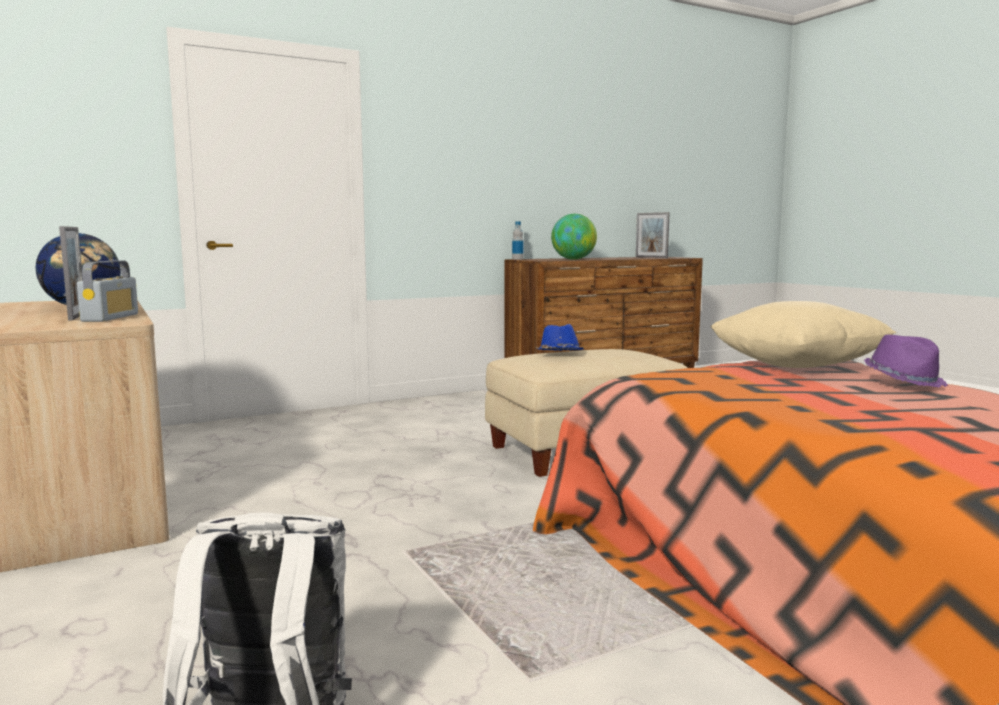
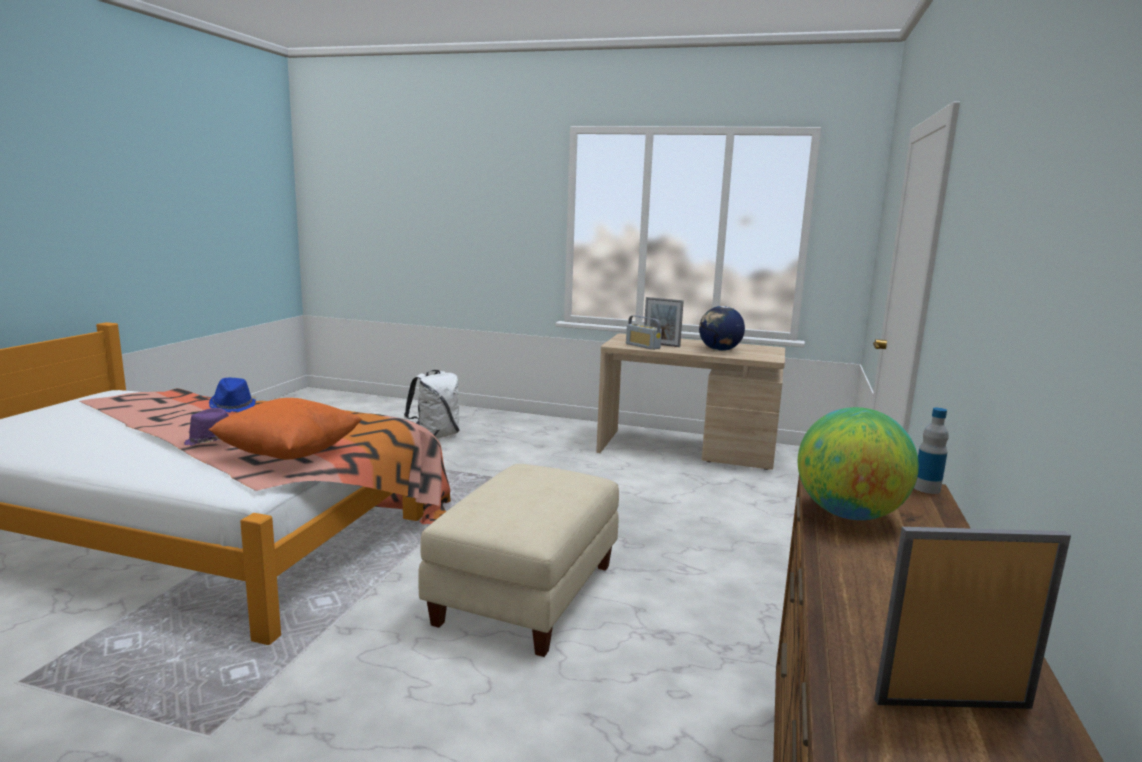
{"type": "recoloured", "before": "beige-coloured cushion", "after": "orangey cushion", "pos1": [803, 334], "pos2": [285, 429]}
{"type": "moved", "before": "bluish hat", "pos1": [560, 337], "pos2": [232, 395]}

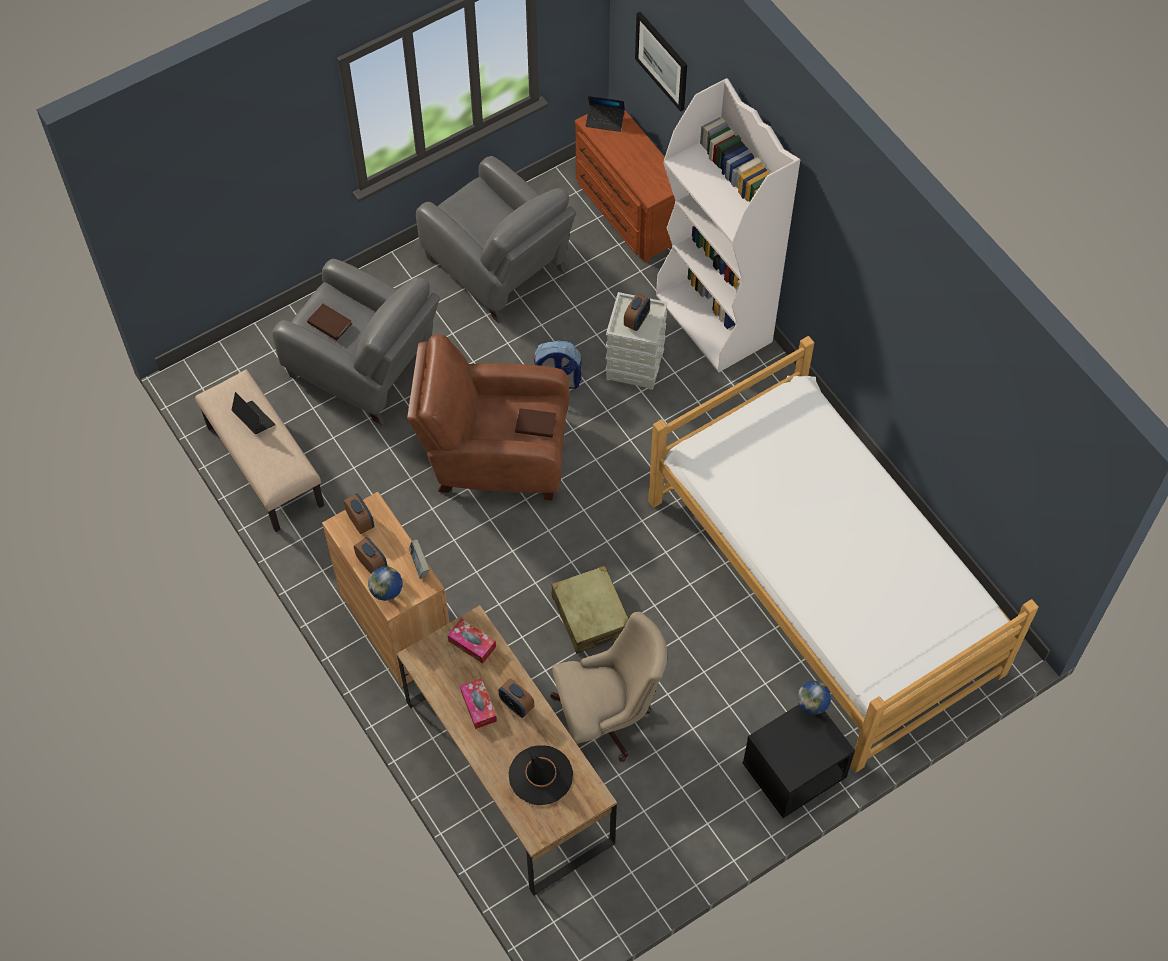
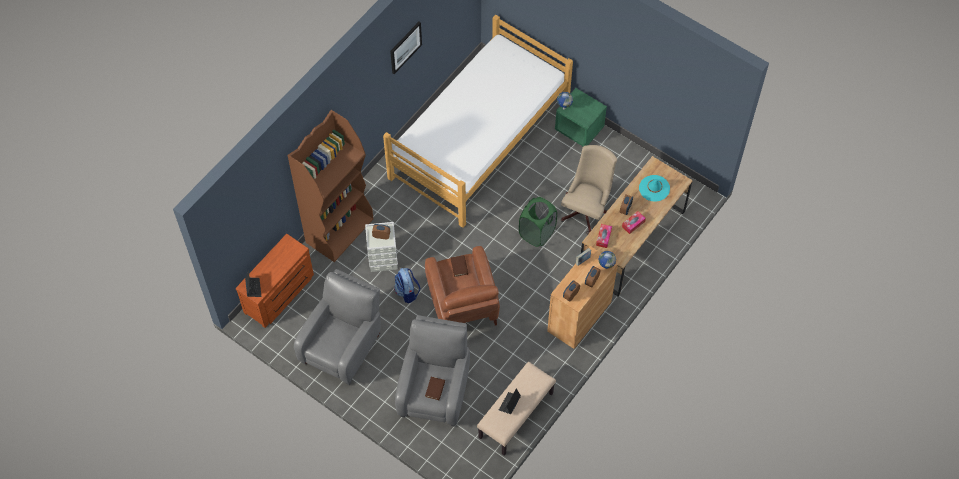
{"type": "recoloured", "before": "white shelving unit", "after": "brown-coloured shelving unit", "pos1": [728, 225], "pos2": [330, 186]}
{"type": "moved", "before": "picture", "pos1": [661, 62], "pos2": [406, 48]}
{"type": "replaced", "before": "beige-coloured travel case", "after": "green-coloured hamper", "pos1": [590, 609], "pos2": [538, 222]}
{"type": "recoloured", "before": "black night table", "after": "green-coloured night table", "pos1": [799, 761], "pos2": [581, 117]}
{"type": "turned", "before": "beige-coloured desk chair", "pos1": [608, 687], "pos2": [589, 190], "turn": 60}
{"type": "recoloured", "before": "black hat", "after": "turquoise hat", "pos1": [541, 775], "pos2": [654, 188]}

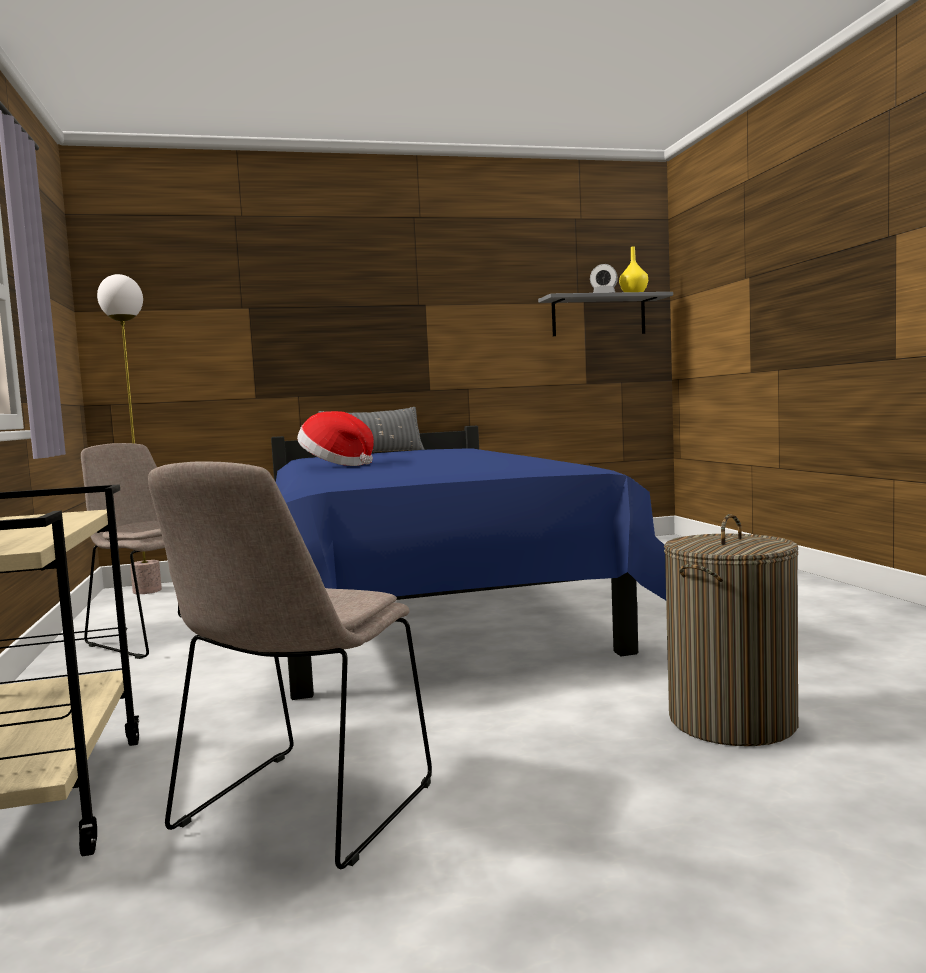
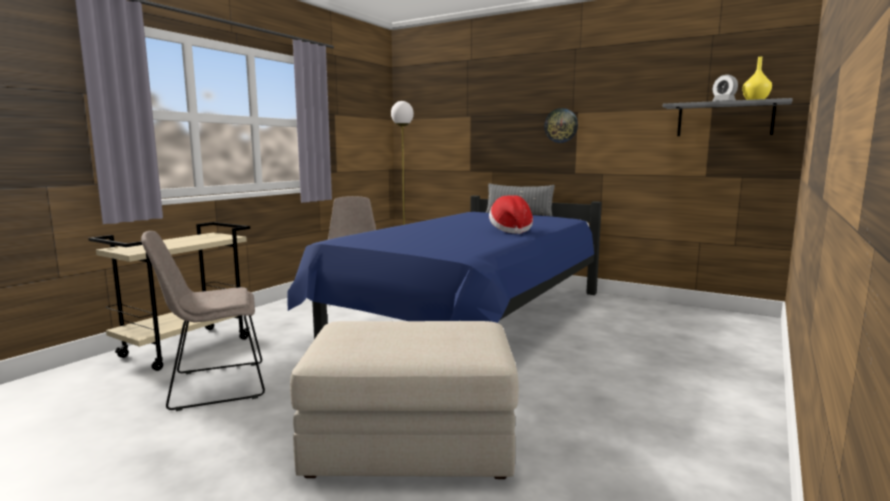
{"type": "replaced", "before": "hamper", "after": "beige-coloured ottoman", "pos1": [731, 630], "pos2": [404, 400]}
{"type": "moved", "before": "hat", "pos1": [335, 438], "pos2": [511, 214]}
{"type": "added", "after": "hanging clock", "pos2": [561, 125]}

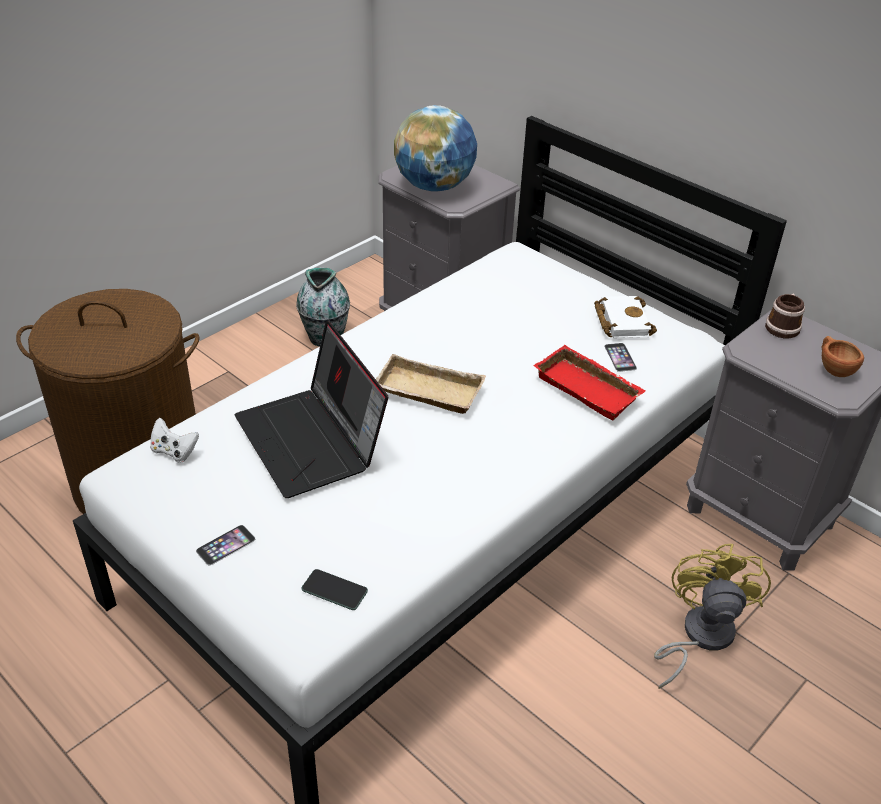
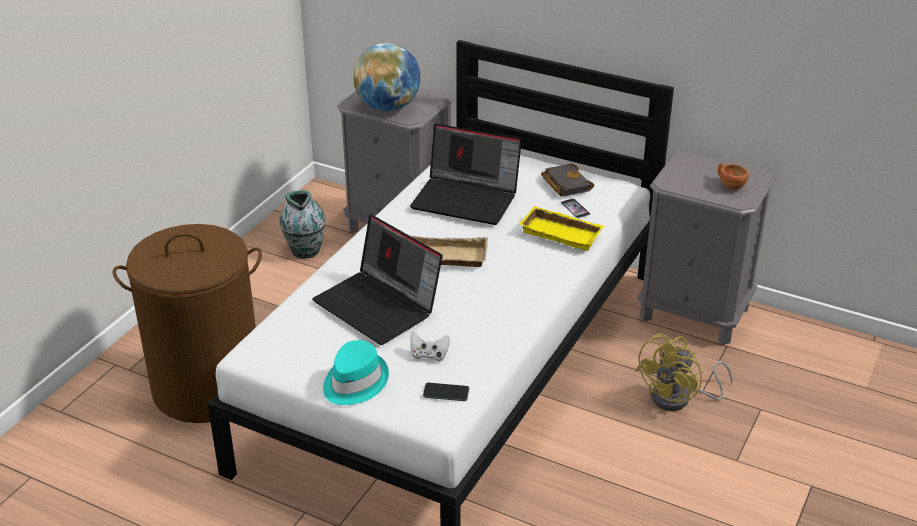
{"type": "replaced", "before": "handset", "after": "turquoise hat", "pos1": [225, 545], "pos2": [356, 372]}
{"type": "added", "after": "laptop", "pos2": [466, 174]}
{"type": "moved", "before": "white joypad", "pos1": [174, 440], "pos2": [430, 346]}
{"type": "recoloured", "before": "reddish tray", "after": "yellow tray", "pos1": [589, 382], "pos2": [562, 228]}
{"type": "recoloured", "before": "white volume", "after": "black volume", "pos1": [625, 317], "pos2": [567, 180]}
{"type": "turned", "before": "yellow fan", "pos1": [712, 616], "pos2": [684, 372], "turn": -135}
{"type": "removed", "before": "tea mug", "pos1": [785, 316]}

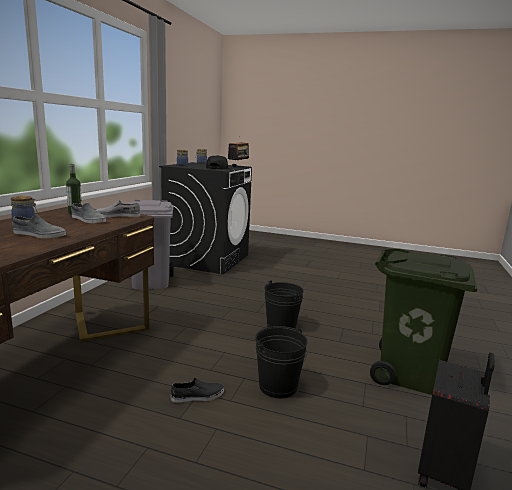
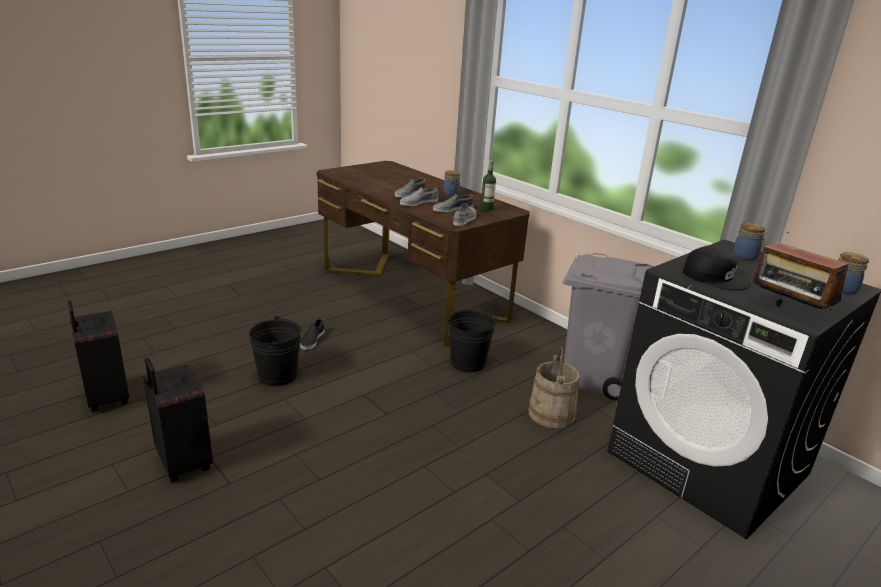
{"type": "replaced", "before": "green-coloured waste bin", "after": "black travel case", "pos1": [423, 322], "pos2": [178, 419]}
{"type": "added", "after": "greyish item of footwear", "pos2": [419, 196]}
{"type": "moved", "before": "black water bucket", "pos1": [284, 305], "pos2": [471, 341]}
{"type": "added", "after": "beige-coloured water bucket", "pos2": [554, 387]}

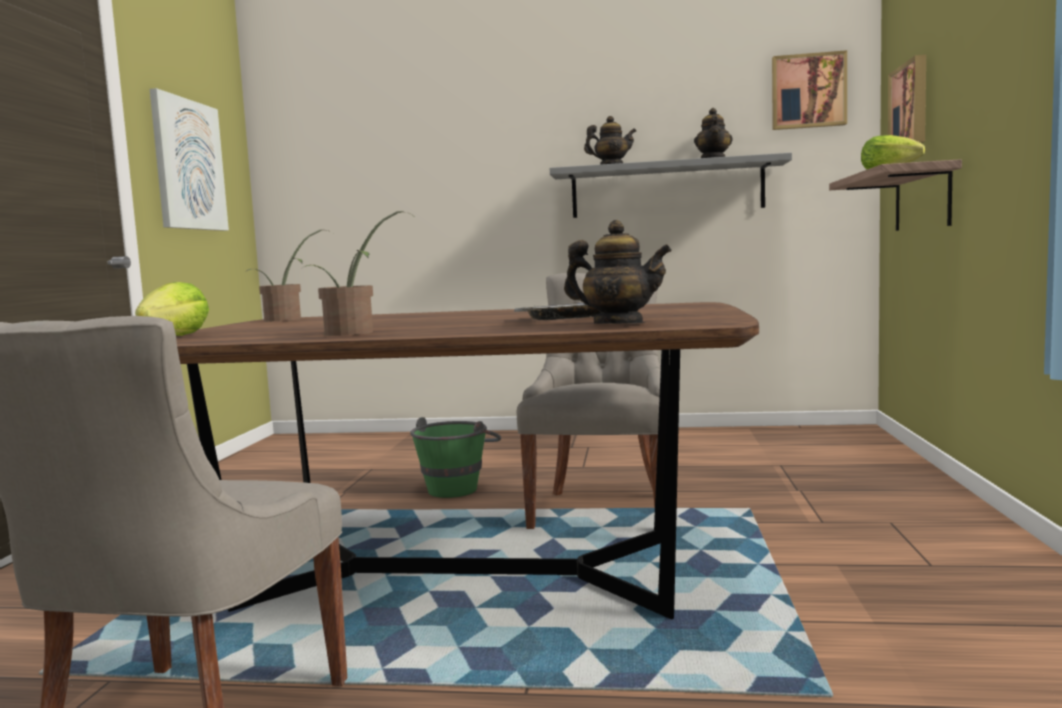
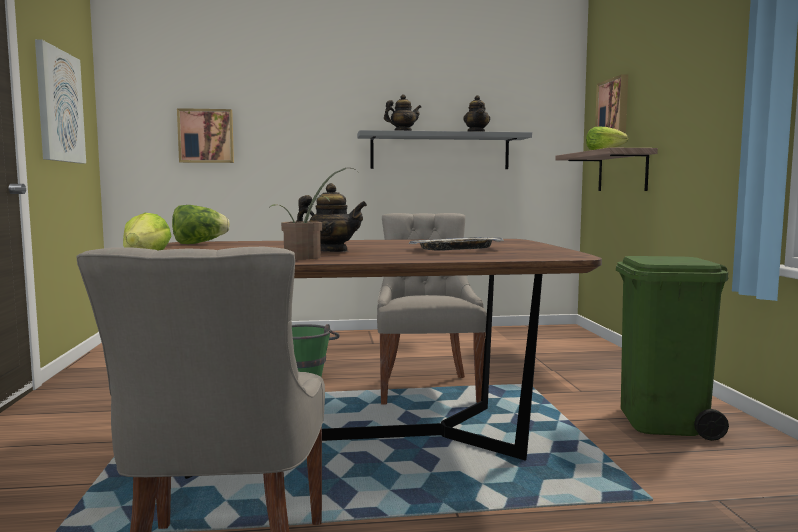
{"type": "replaced", "before": "potted plant", "after": "head of lettuce", "pos1": [287, 275], "pos2": [201, 224]}
{"type": "moved", "before": "picture", "pos1": [809, 90], "pos2": [205, 135]}
{"type": "moved", "before": "pot for tea", "pos1": [618, 272], "pos2": [331, 217]}
{"type": "added", "after": "green-coloured waste bin", "pos2": [672, 348]}

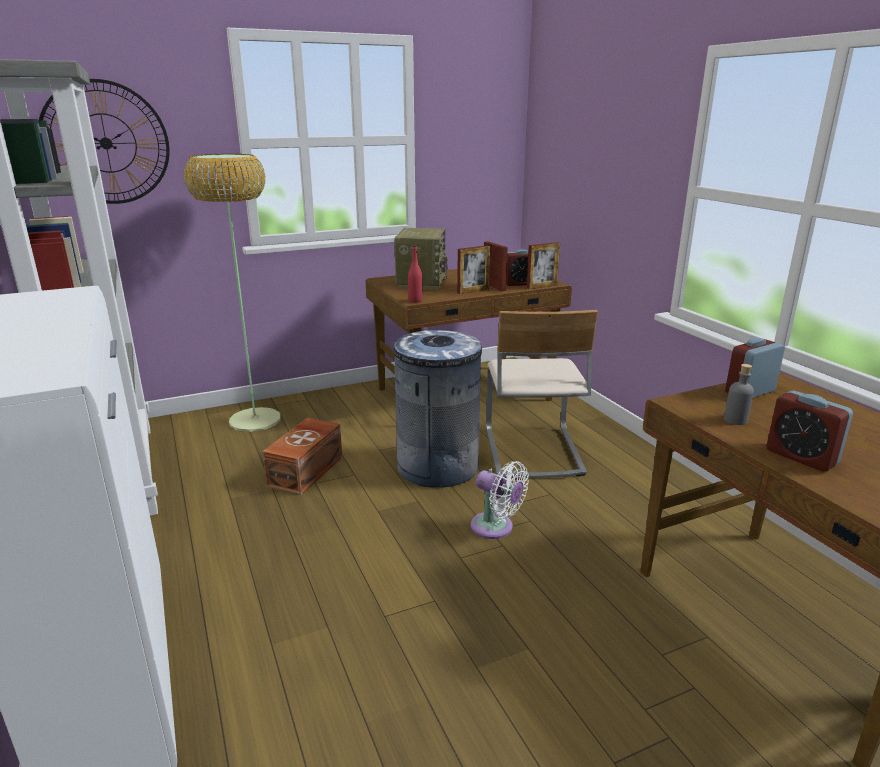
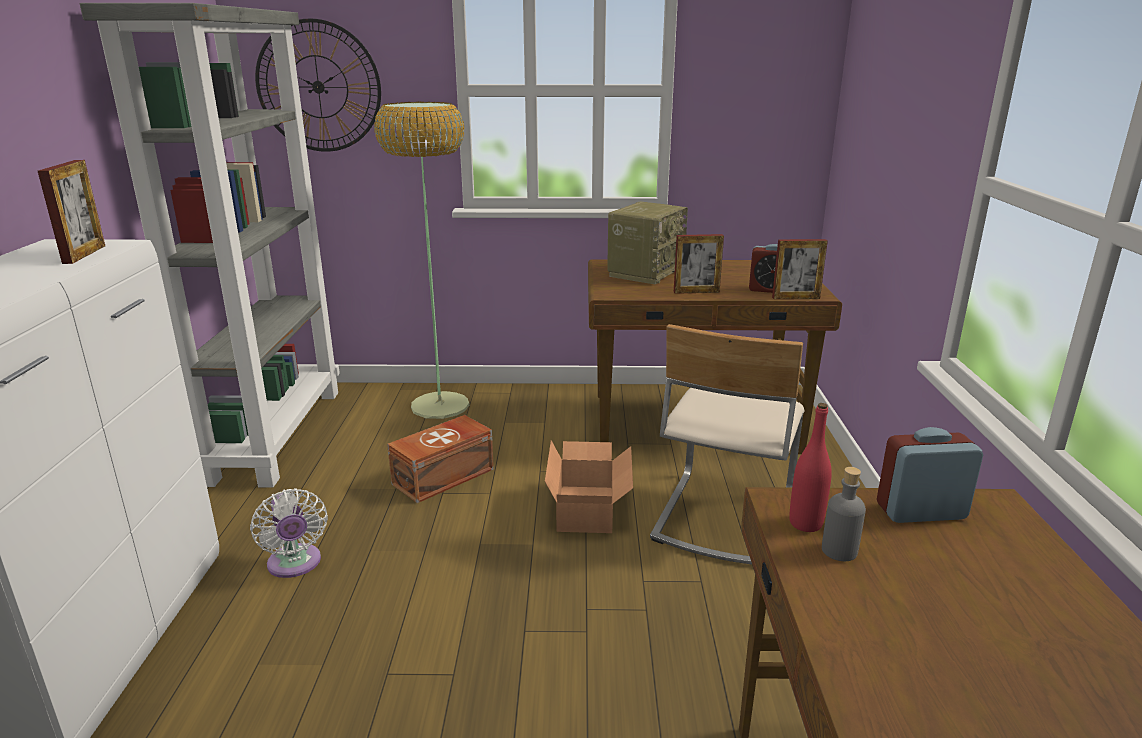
{"type": "moved", "before": "standing frame", "pos1": [496, 266], "pos2": [71, 212]}
{"type": "moved", "before": "white fan", "pos1": [499, 500], "pos2": [289, 533]}
{"type": "replaced", "before": "greyish waste bin", "after": "cardboard box", "pos1": [437, 409], "pos2": [589, 486]}
{"type": "moved", "before": "reddish beverage bottle", "pos1": [415, 273], "pos2": [810, 467]}
{"type": "removed", "before": "table clock", "pos1": [809, 431]}

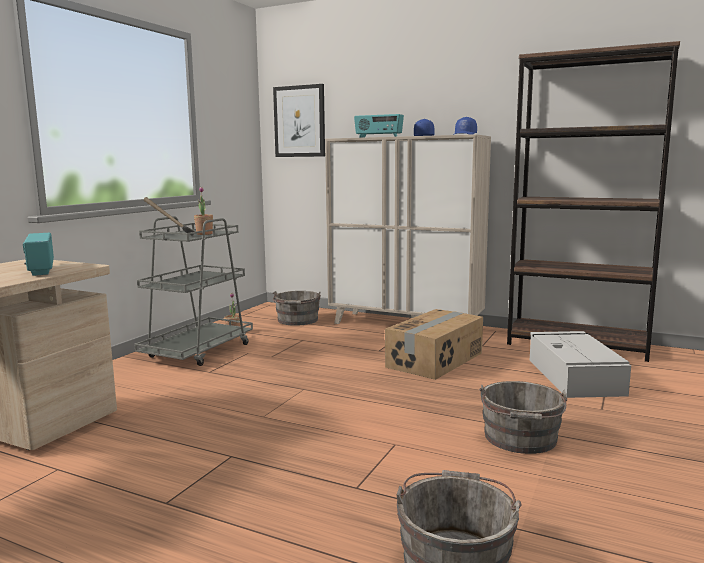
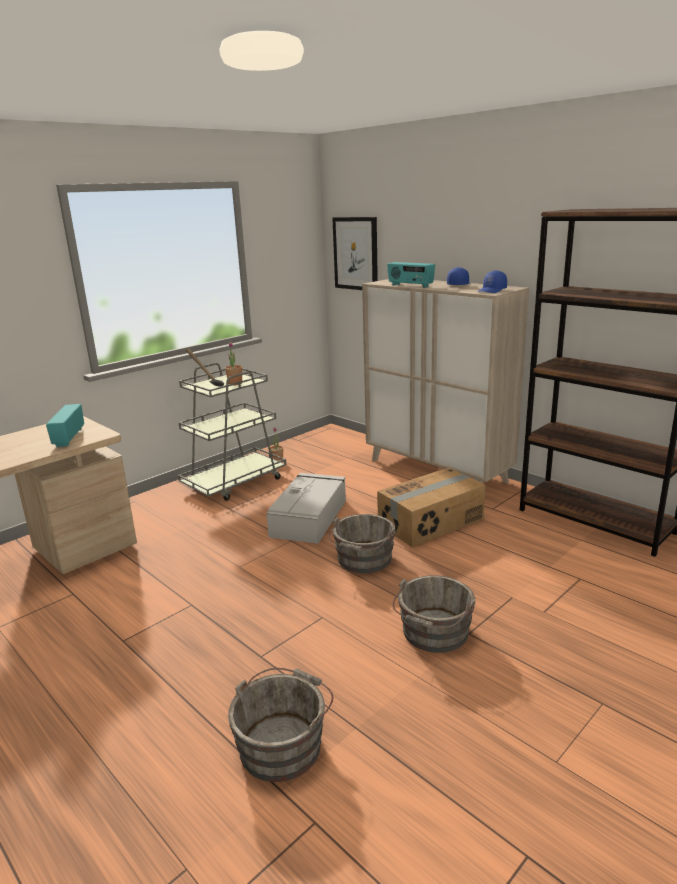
{"type": "moved", "before": "greyish storage box", "pos1": [580, 364], "pos2": [306, 508]}
{"type": "moved", "before": "greyish water bucket", "pos1": [297, 308], "pos2": [362, 543]}

